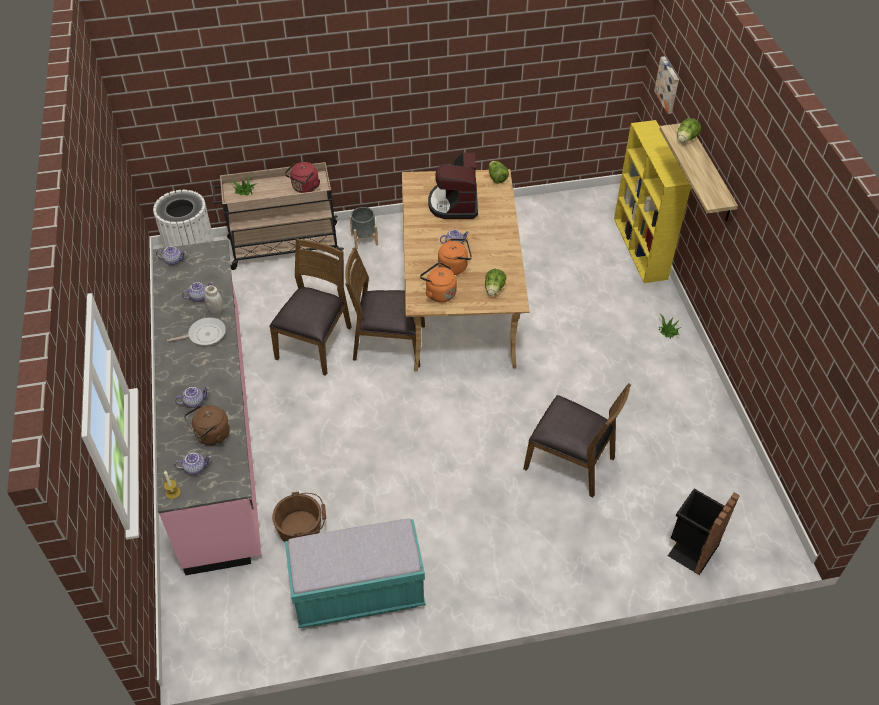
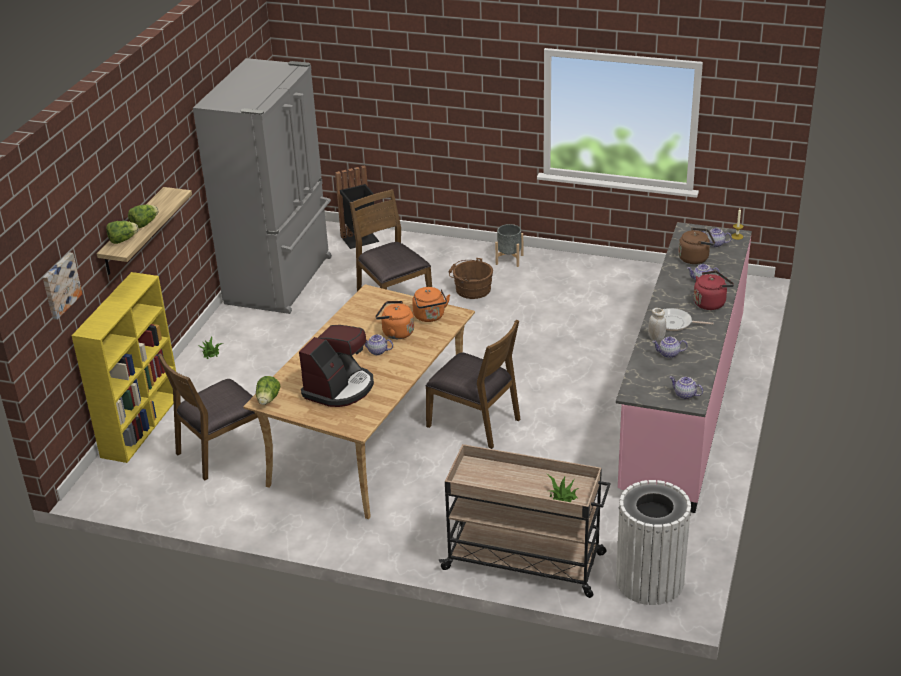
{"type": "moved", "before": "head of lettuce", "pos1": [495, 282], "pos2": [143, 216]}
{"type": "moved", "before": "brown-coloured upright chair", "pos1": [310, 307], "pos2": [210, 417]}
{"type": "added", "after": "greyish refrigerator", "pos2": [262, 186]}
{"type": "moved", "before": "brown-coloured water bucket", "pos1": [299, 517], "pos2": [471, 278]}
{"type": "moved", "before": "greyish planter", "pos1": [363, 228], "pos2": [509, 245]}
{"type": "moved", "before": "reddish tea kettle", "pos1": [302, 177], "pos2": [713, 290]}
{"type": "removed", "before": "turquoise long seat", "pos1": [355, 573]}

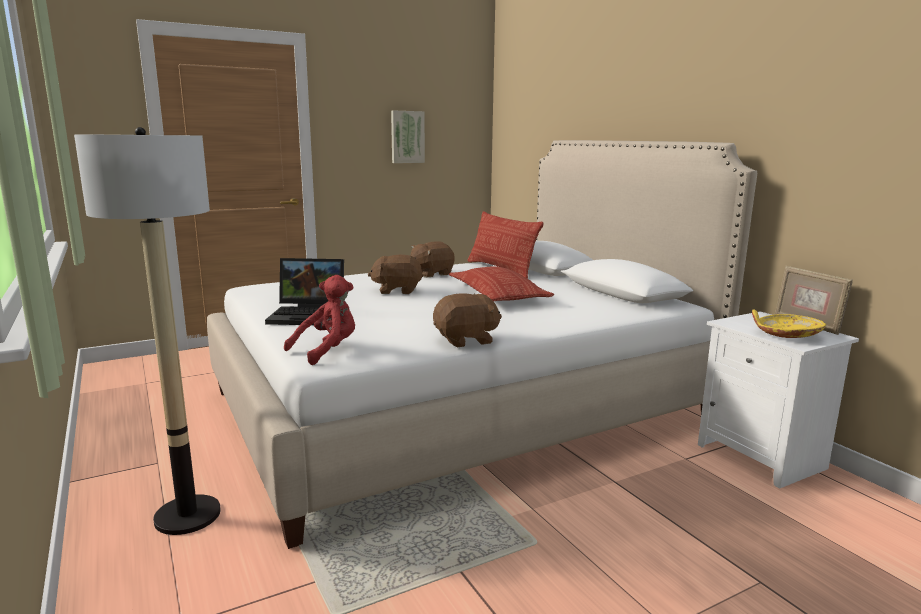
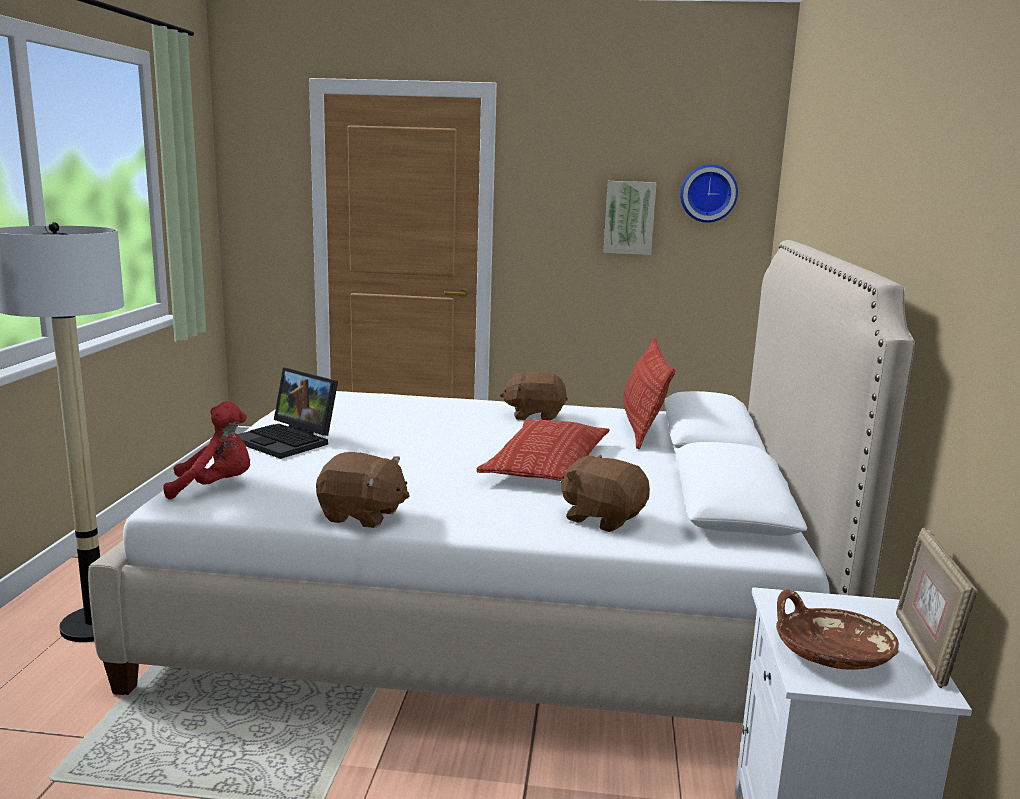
{"type": "moved", "before": "brown-coloured cuddly toy", "pos1": [395, 274], "pos2": [605, 493]}
{"type": "added", "after": "hanging clock", "pos2": [709, 193]}
{"type": "recoloured", "before": "yellow deep dish", "after": "brown-coloured deep dish", "pos1": [789, 323], "pos2": [837, 629]}

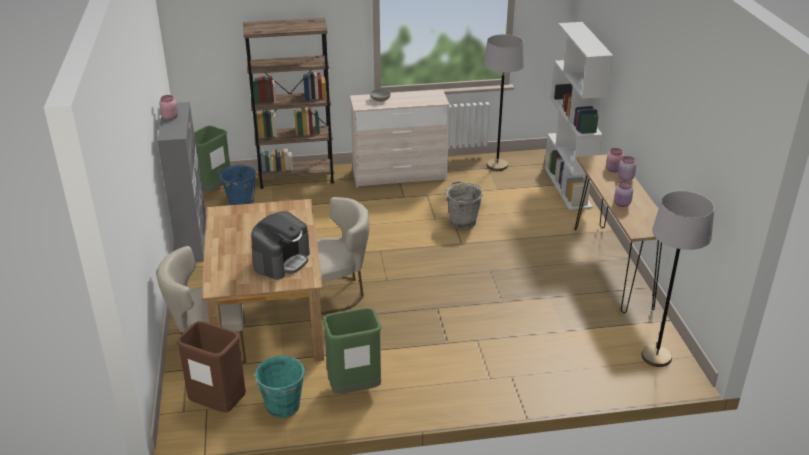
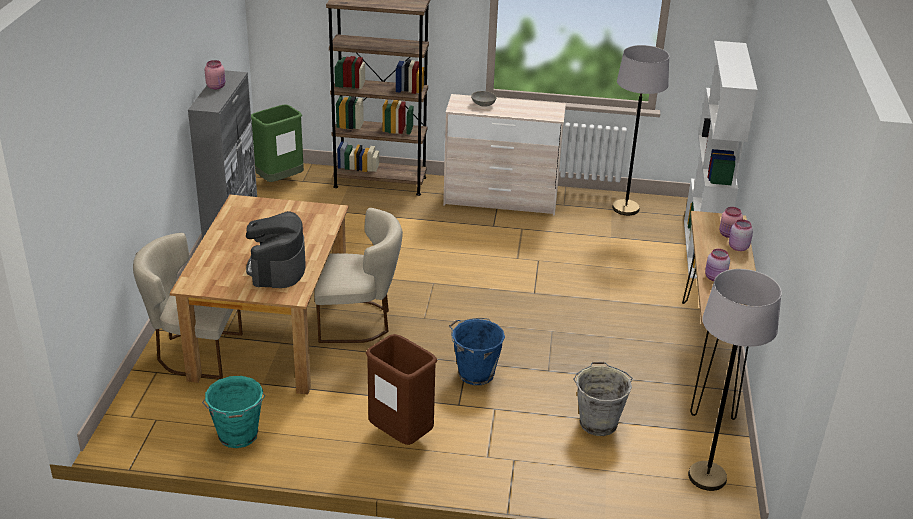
{"type": "turned", "before": "coffee maker", "pos1": [280, 245], "pos2": [276, 249], "turn": 135}
{"type": "moved", "before": "brown-coloured waste bin", "pos1": [211, 366], "pos2": [401, 389]}
{"type": "moved", "before": "bluish water bucket", "pos1": [236, 184], "pos2": [477, 351]}
{"type": "moved", "before": "greyish water bucket", "pos1": [463, 205], "pos2": [603, 399]}
{"type": "removed", "before": "green-coloured waste bin", "pos1": [352, 351]}

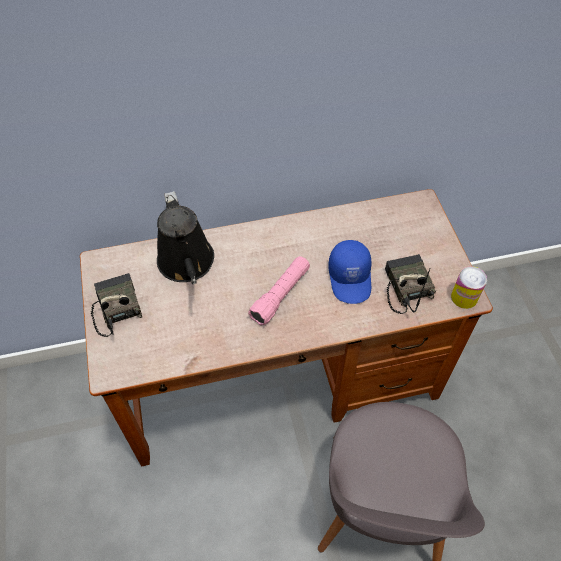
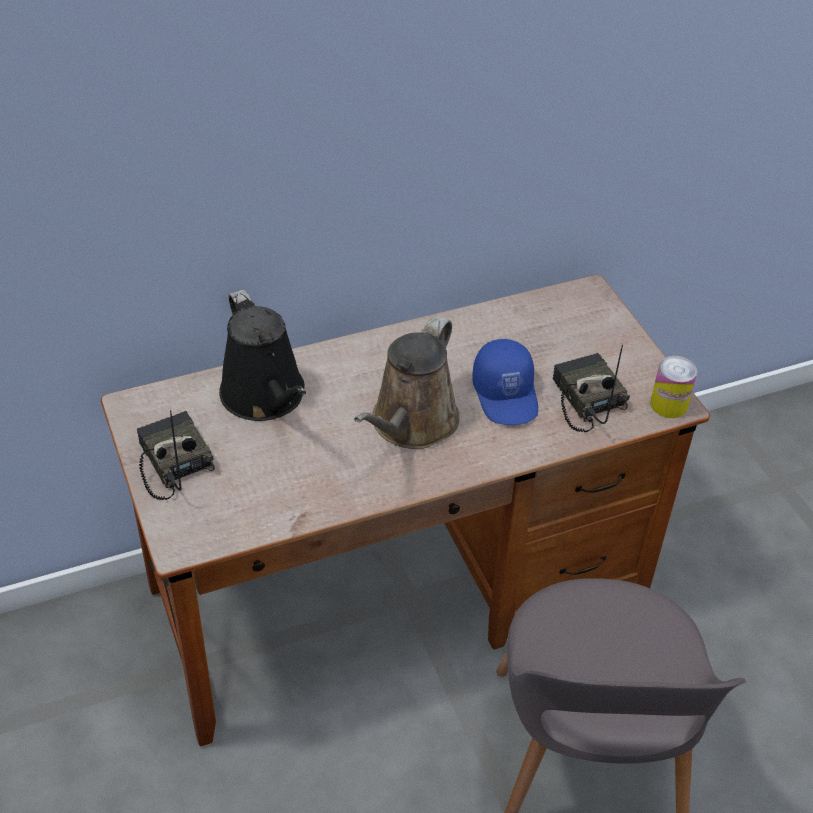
{"type": "replaced", "before": "pink-coloured torch", "after": "brown-coloured watering can", "pos1": [279, 290], "pos2": [407, 382]}

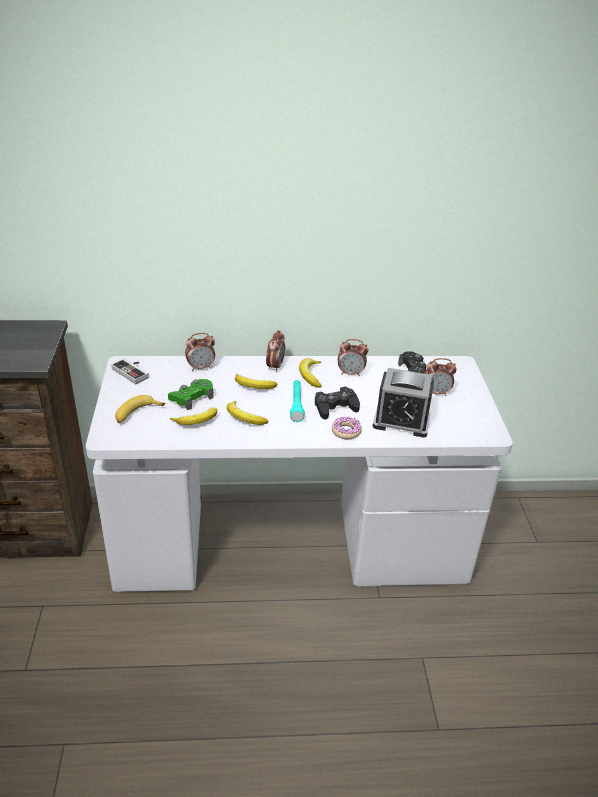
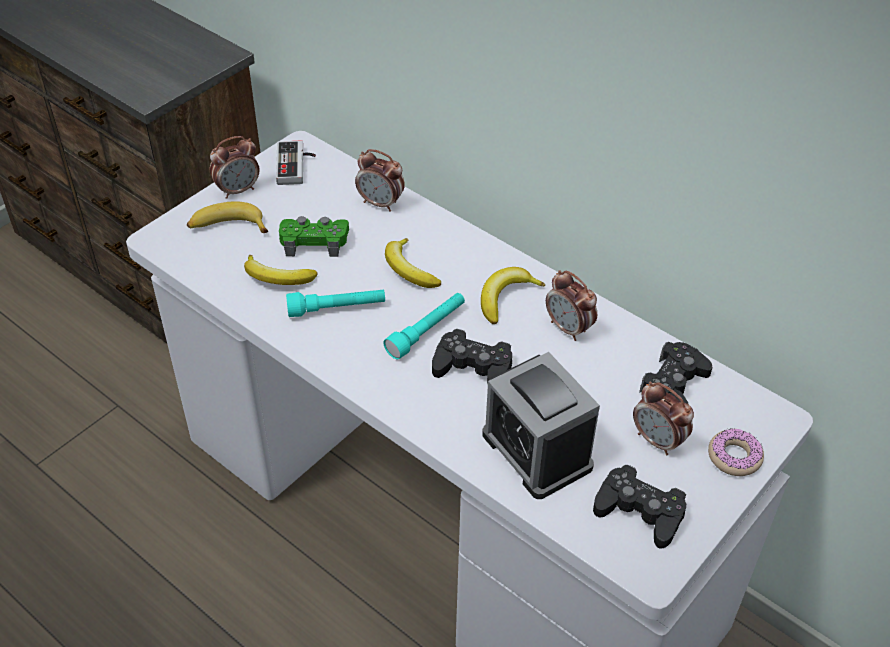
{"type": "moved", "before": "table clock", "pos1": [275, 351], "pos2": [235, 167]}
{"type": "replaced", "before": "whole banana", "after": "turquoise torch", "pos1": [247, 413], "pos2": [335, 303]}
{"type": "added", "after": "black joypad", "pos2": [639, 507]}
{"type": "moved", "before": "doughnut", "pos1": [347, 428], "pos2": [736, 452]}

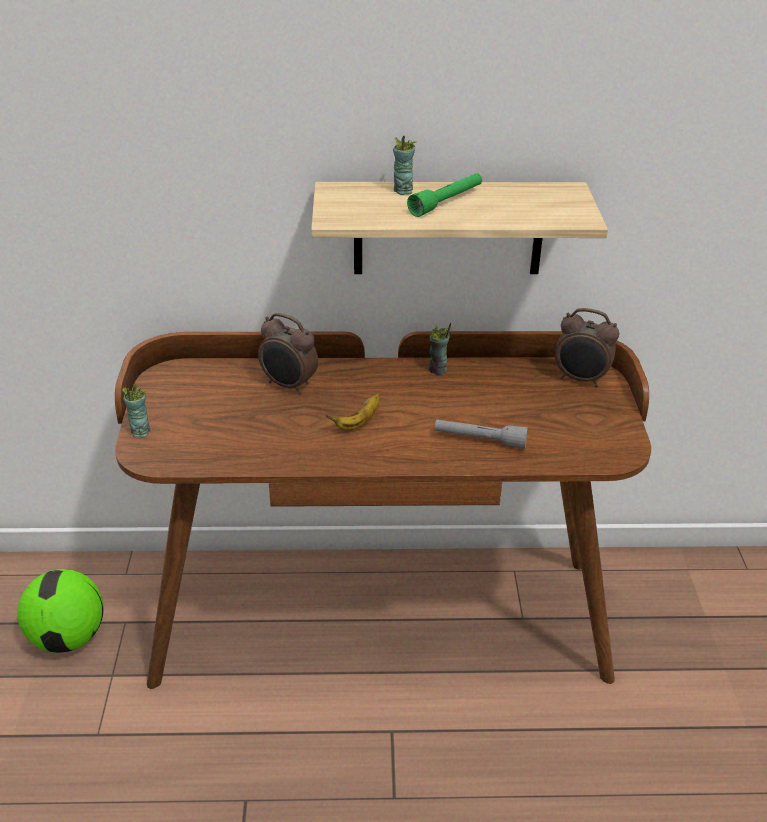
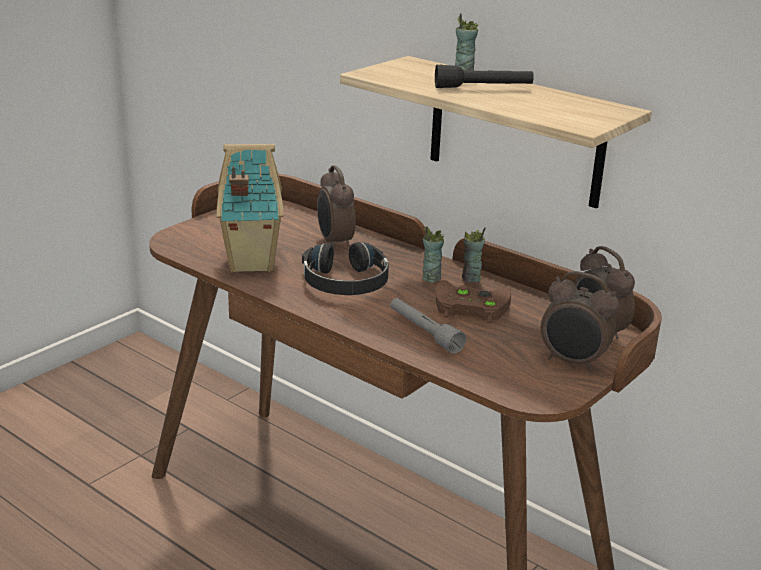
{"type": "added", "after": "miniature house", "pos2": [250, 208]}
{"type": "replaced", "before": "whole banana", "after": "black pair of headphones", "pos1": [352, 411], "pos2": [345, 268]}
{"type": "moved", "before": "small cup", "pos1": [136, 411], "pos2": [433, 254]}
{"type": "recoloured", "before": "green-coloured torch", "after": "black torch", "pos1": [444, 195], "pos2": [484, 76]}
{"type": "added", "after": "brown-coloured joypad", "pos2": [473, 301]}
{"type": "added", "after": "table clock", "pos2": [580, 321]}
{"type": "removed", "before": "ball for football", "pos1": [60, 611]}

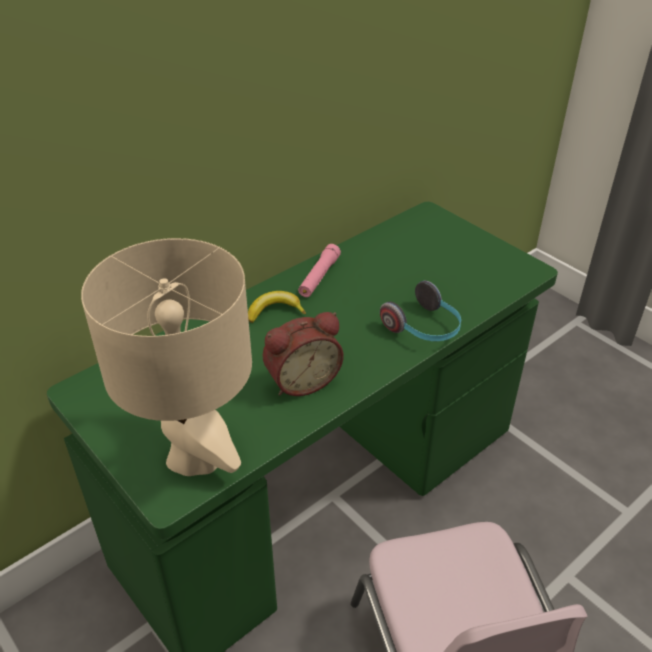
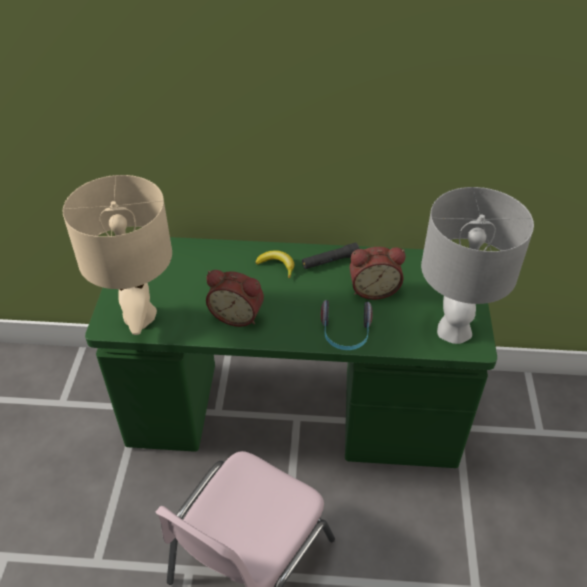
{"type": "recoloured", "before": "pink-coloured torch", "after": "black torch", "pos1": [319, 270], "pos2": [331, 256]}
{"type": "added", "after": "table clock", "pos2": [377, 273]}
{"type": "added", "after": "greyish lamp for a table", "pos2": [477, 265]}

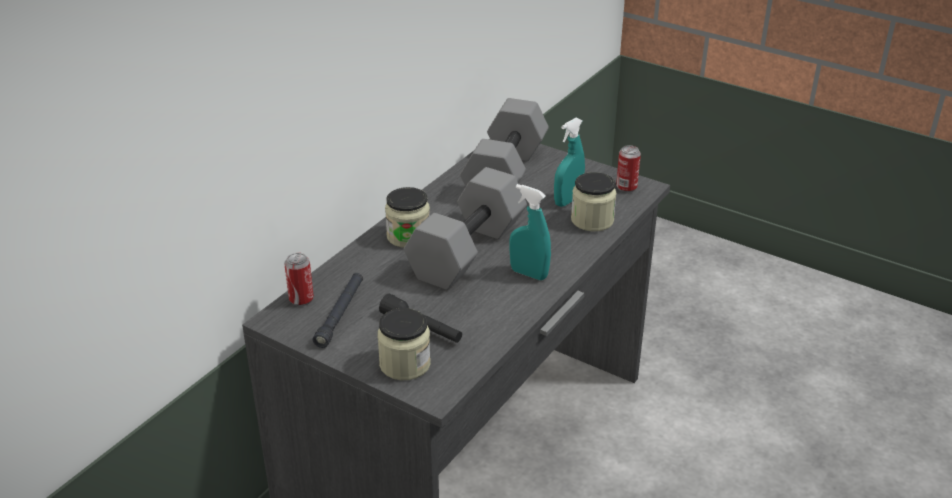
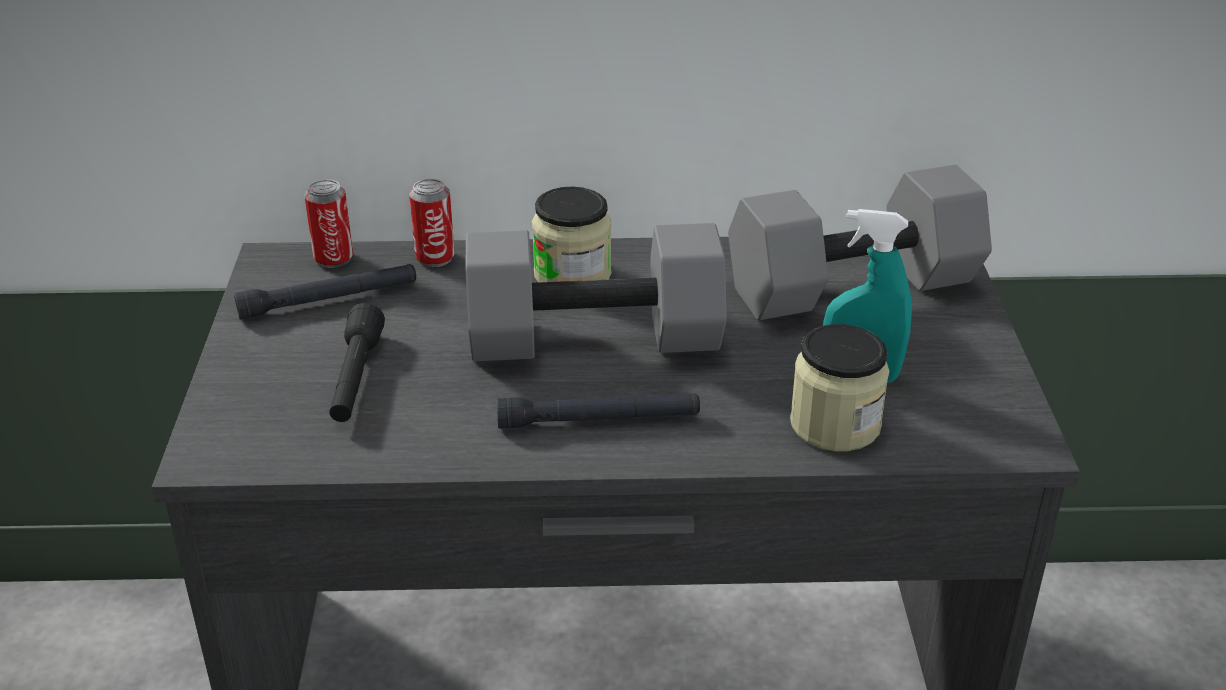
{"type": "moved", "before": "can", "pos1": [628, 169], "pos2": [431, 223]}
{"type": "replaced", "before": "turquoise spray bottle", "after": "black torch", "pos1": [530, 232], "pos2": [598, 411]}
{"type": "removed", "before": "storage jar", "pos1": [404, 344]}

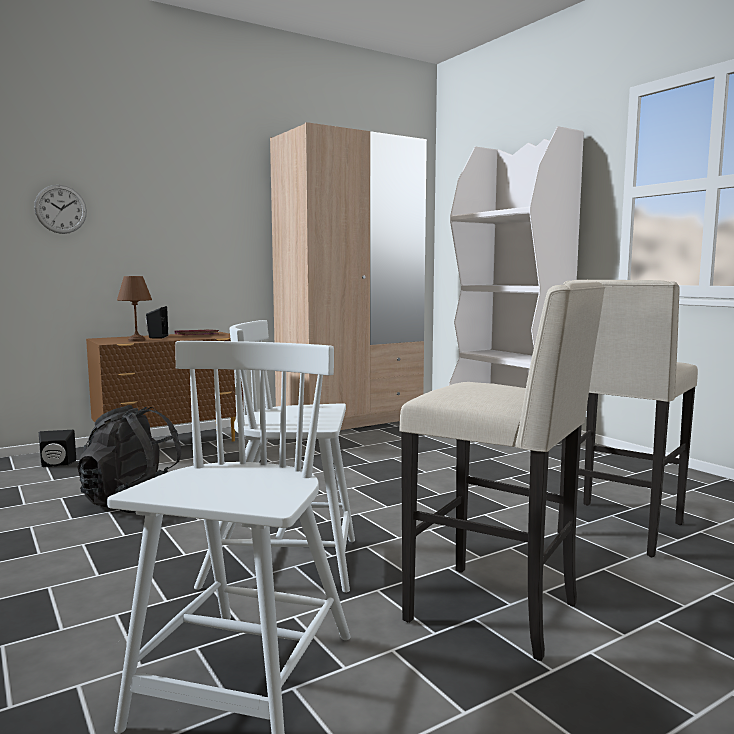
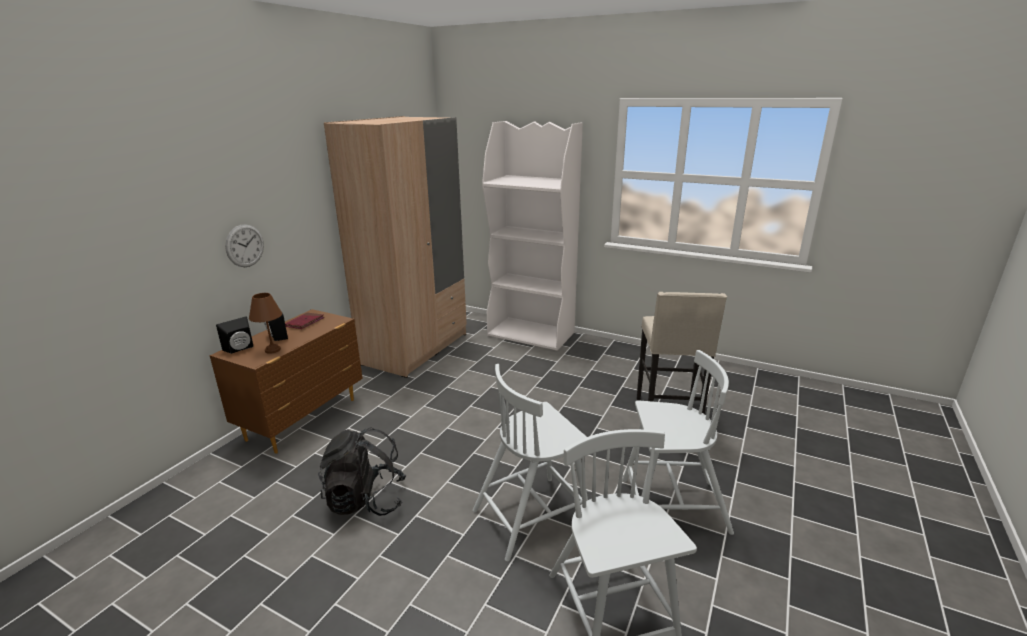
{"type": "moved", "before": "black speaker", "pos1": [57, 448], "pos2": [234, 335]}
{"type": "moved", "before": "hanging clock", "pos1": [60, 209], "pos2": [244, 245]}
{"type": "replaced", "before": "beige-coloured sitting stool", "after": "white upright chair", "pos1": [502, 471], "pos2": [678, 442]}

